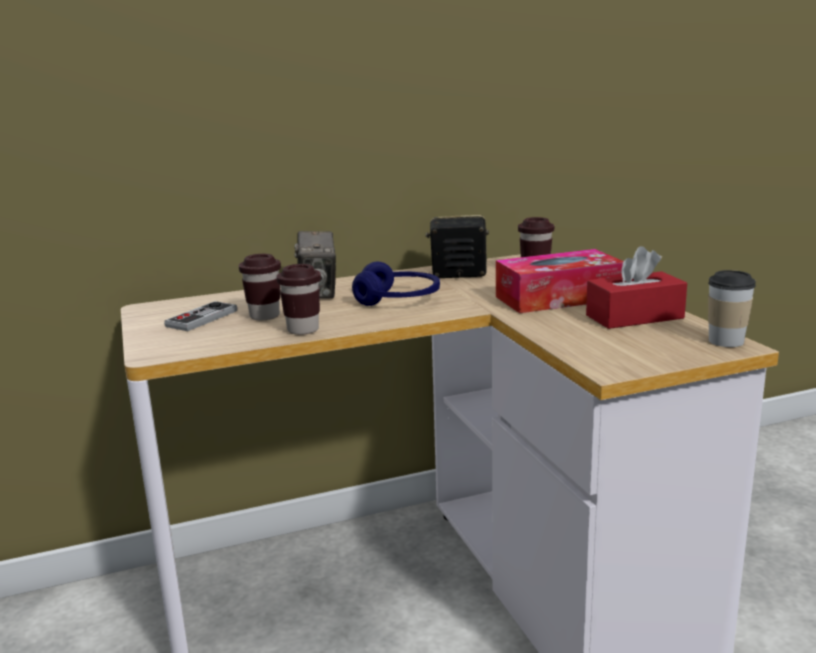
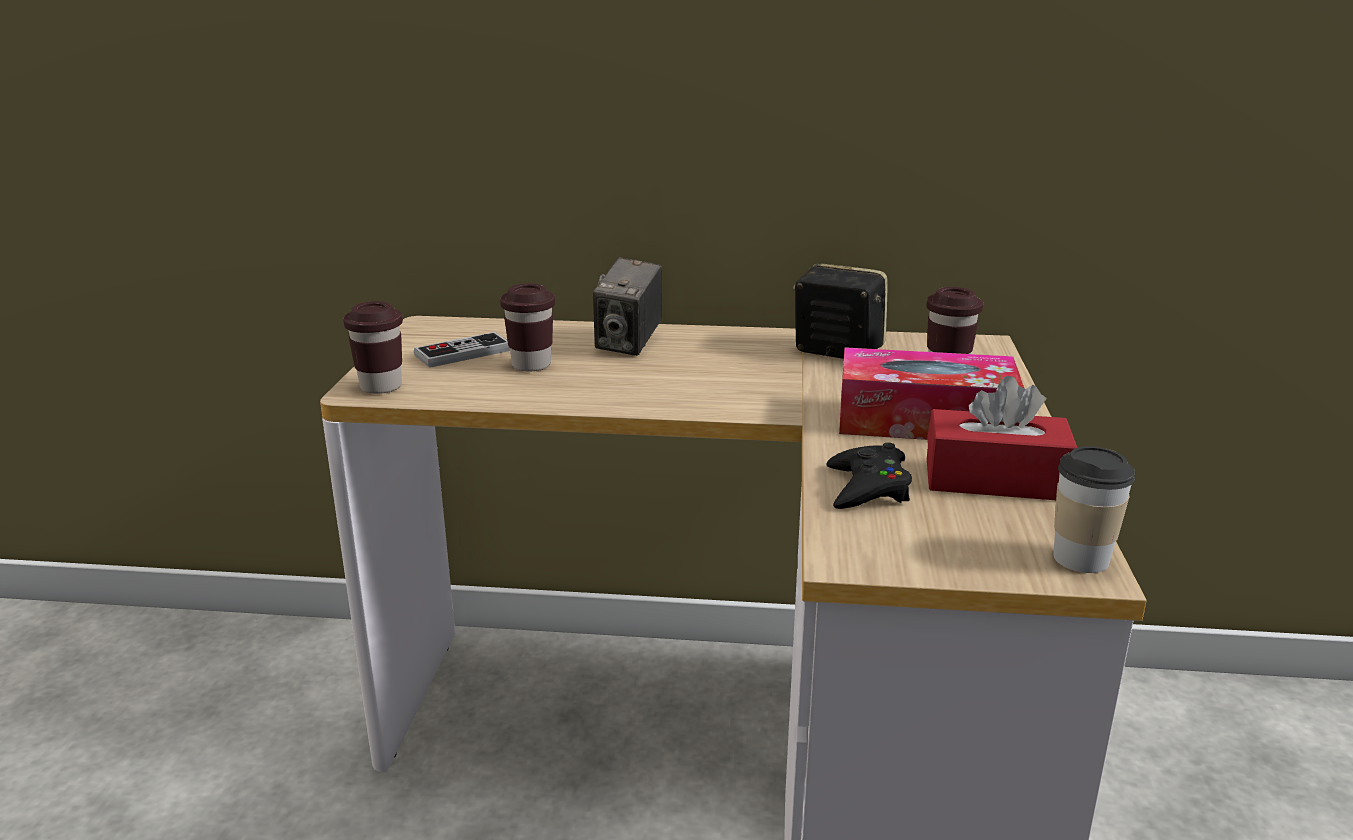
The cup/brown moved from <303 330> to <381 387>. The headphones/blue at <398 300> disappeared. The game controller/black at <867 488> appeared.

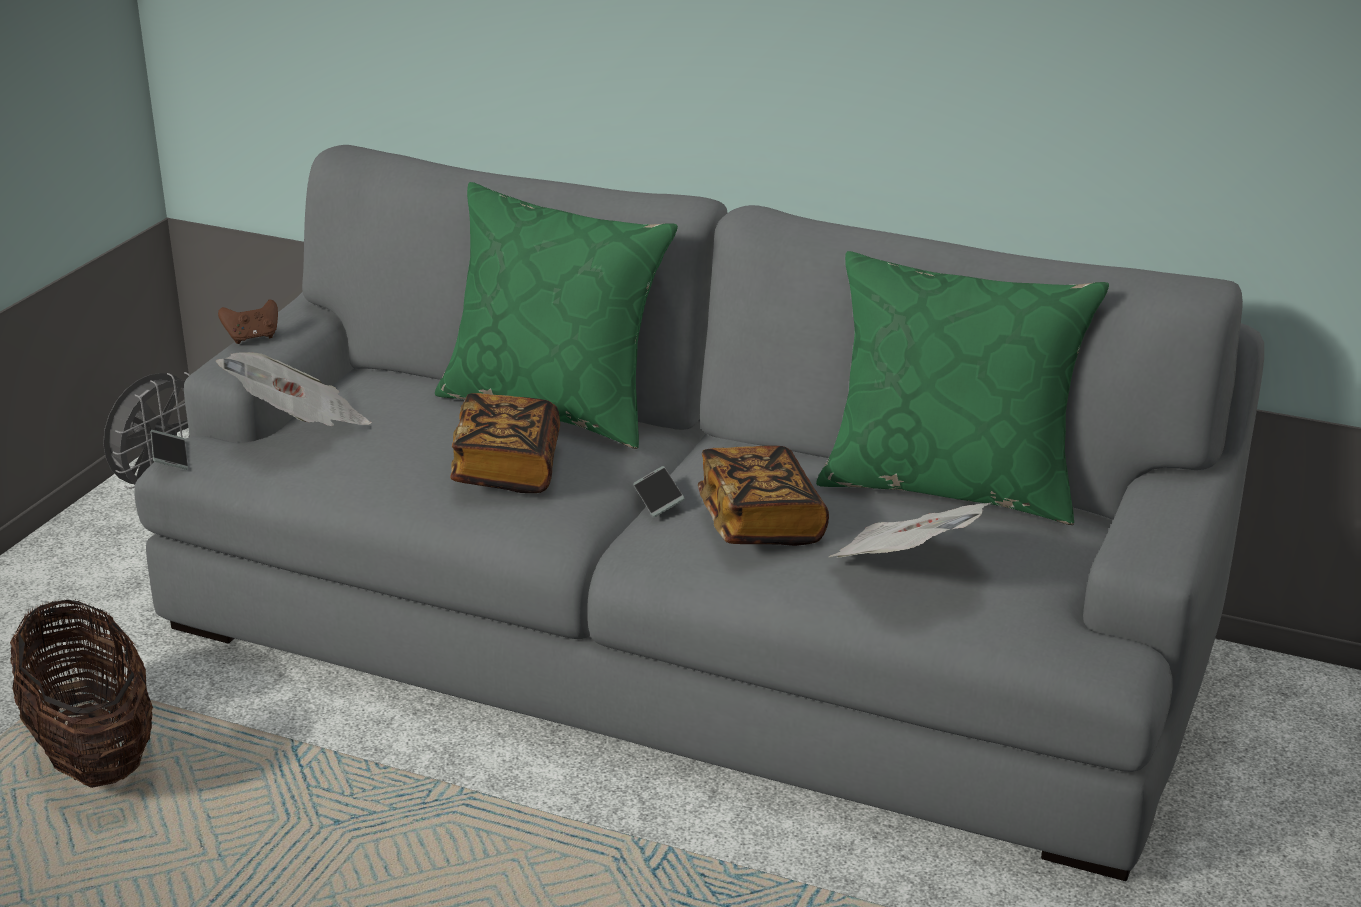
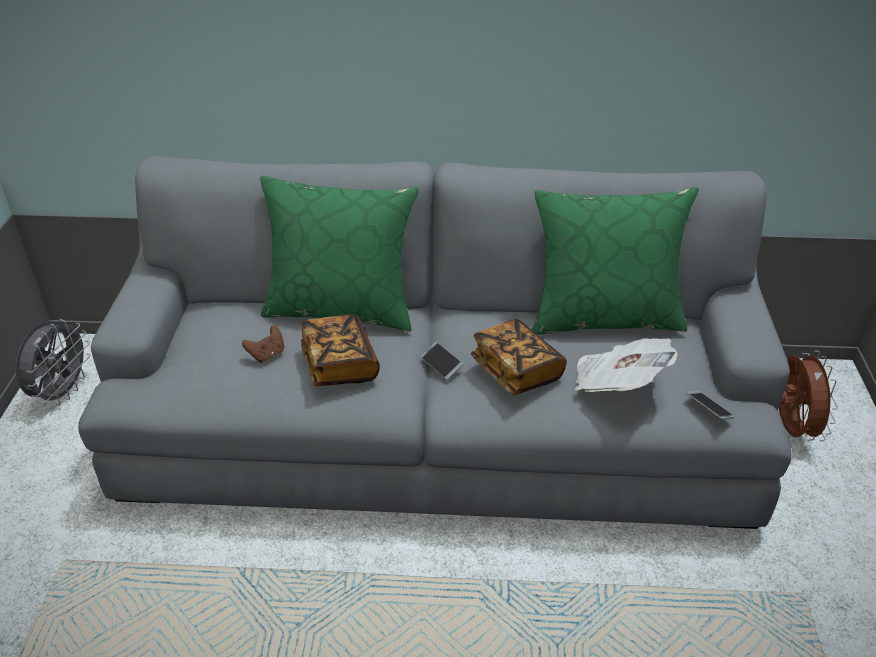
The basket at <92 752> disappeared. The phone moved from <170 456> to <709 409>. The newspaper at <299 424> disappeared. The game controller/brown moved from <252 338> to <267 354>. The fan/brown at <790 428> appeared.

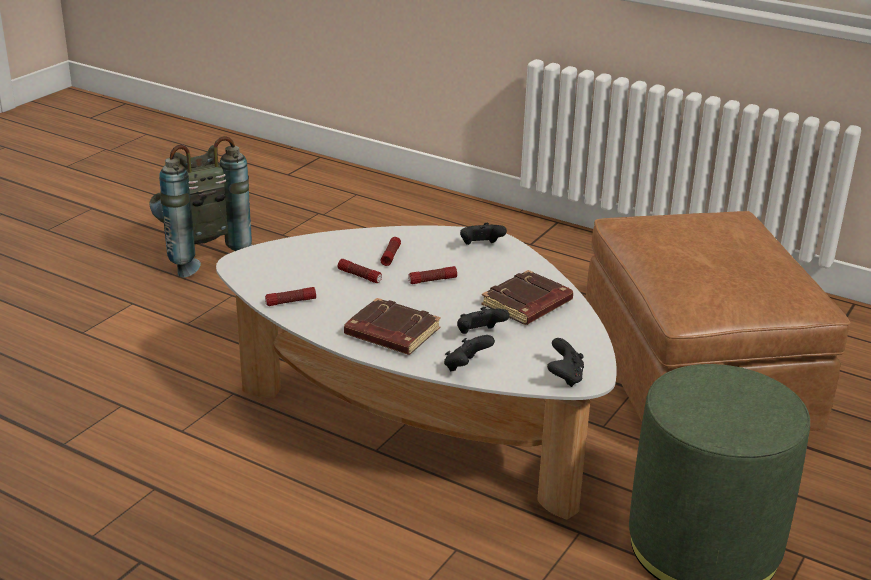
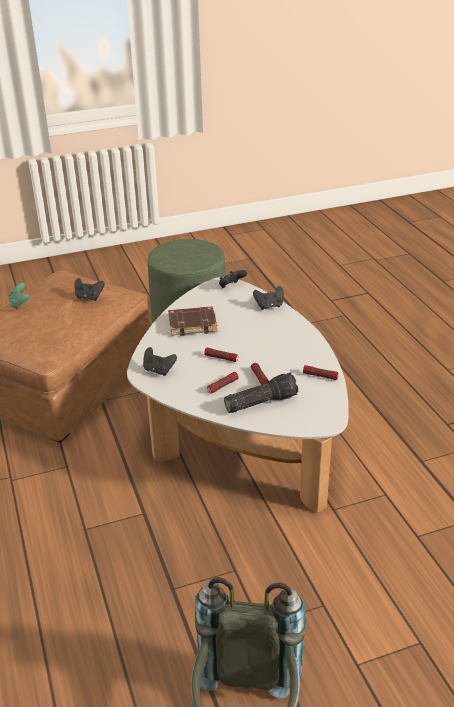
The book/brown at <390 333> disappeared. The game controller/black moved from <479 334> to <89 297>. The game controller/green at <19 304> appeared. The flashlight at <260 402> appeared.

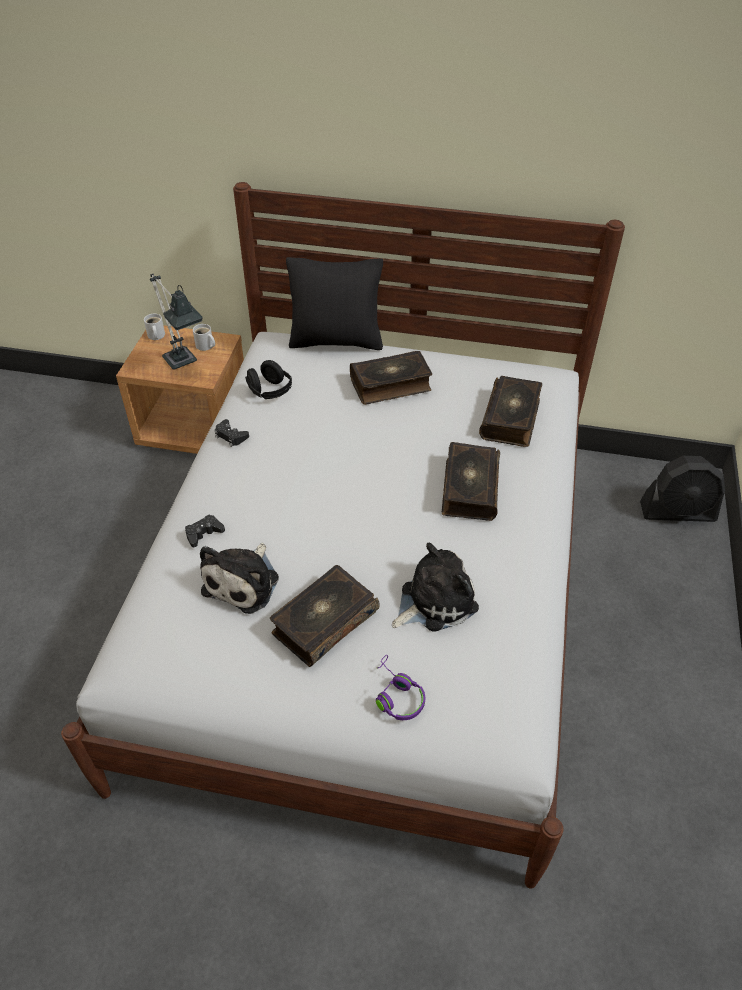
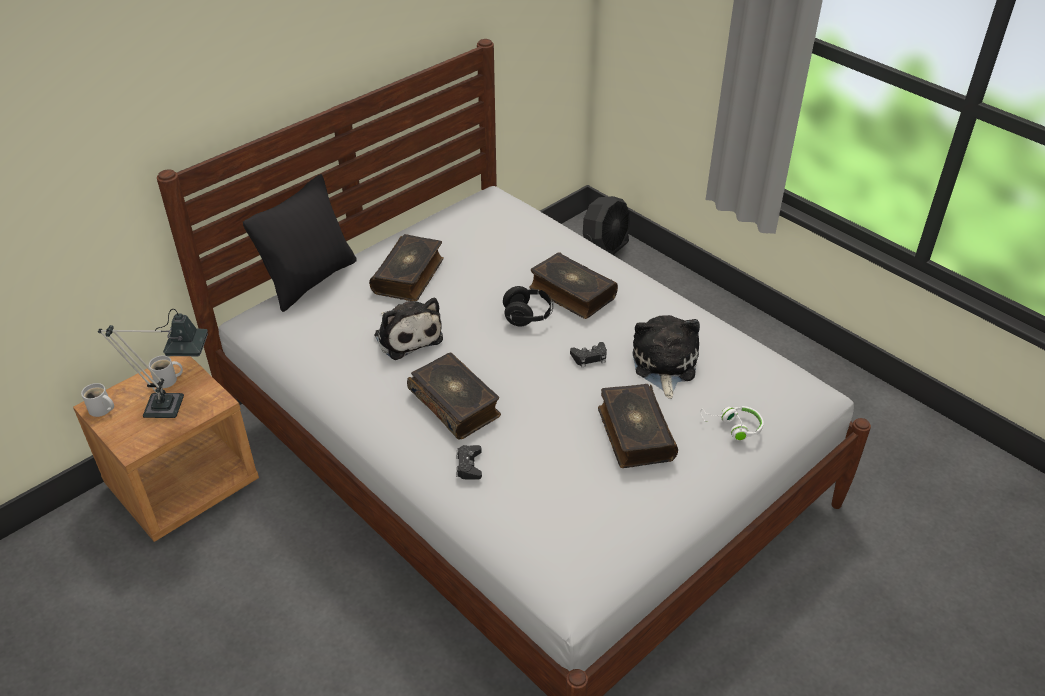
The plush toy moved from <244 582> to <407 335>. The game controller/black moved from <231 436> to <589 357>. The headphones/black moved from <270 392> to <528 316>. The headphones/purple at <396 695> became the headphones/white at <733 427>. The book moved from <511 419> to <455 404>.

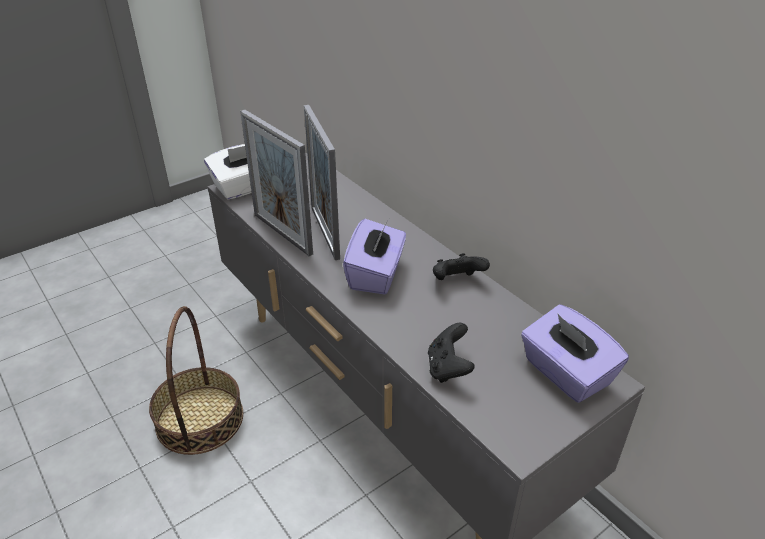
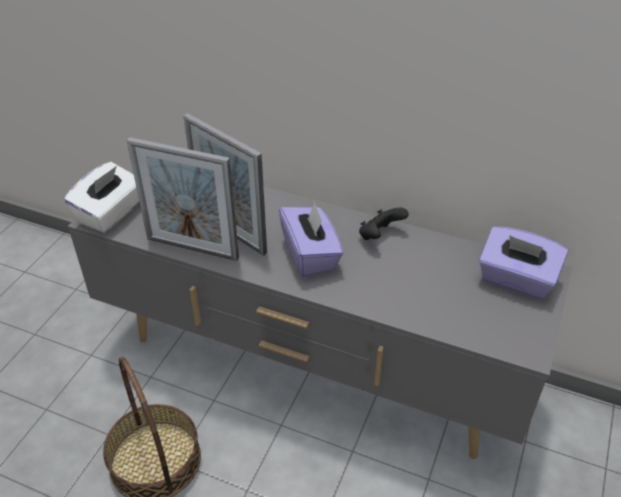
The game controller/black at <448 368> disappeared.

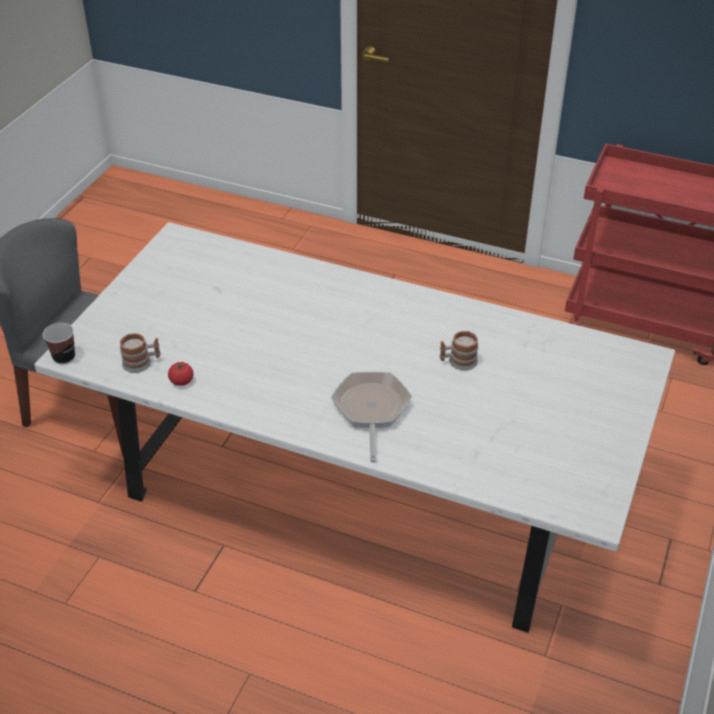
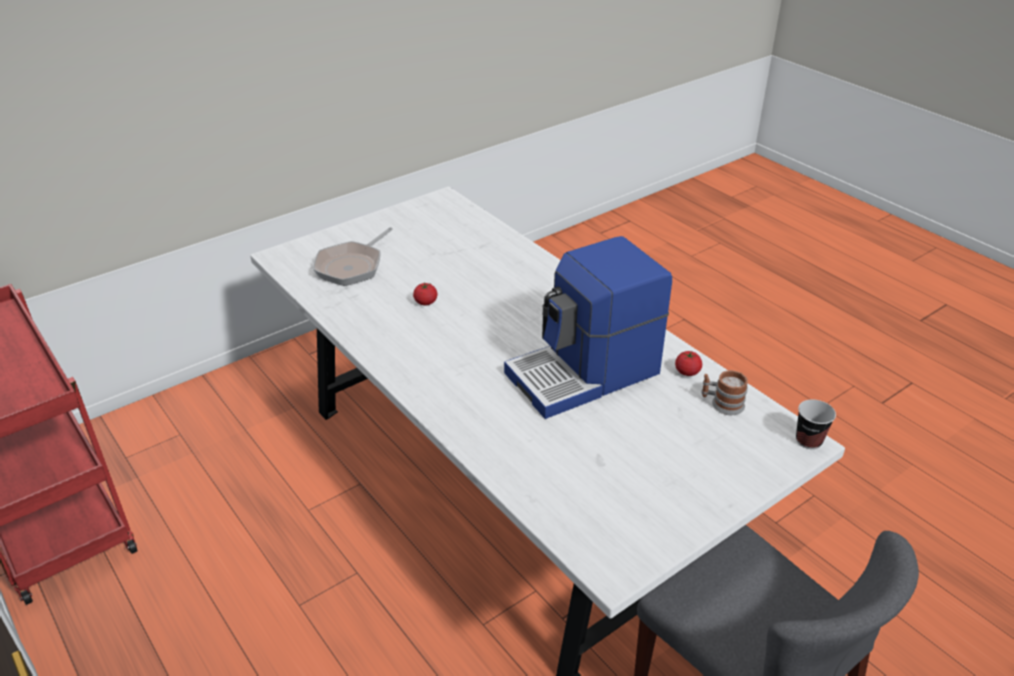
The frying pan moved from <371 410> to <352 266>. The mug at <458 362> was replaced by the tomato at <425 302>. The coffee machine at <585 374> appeared.

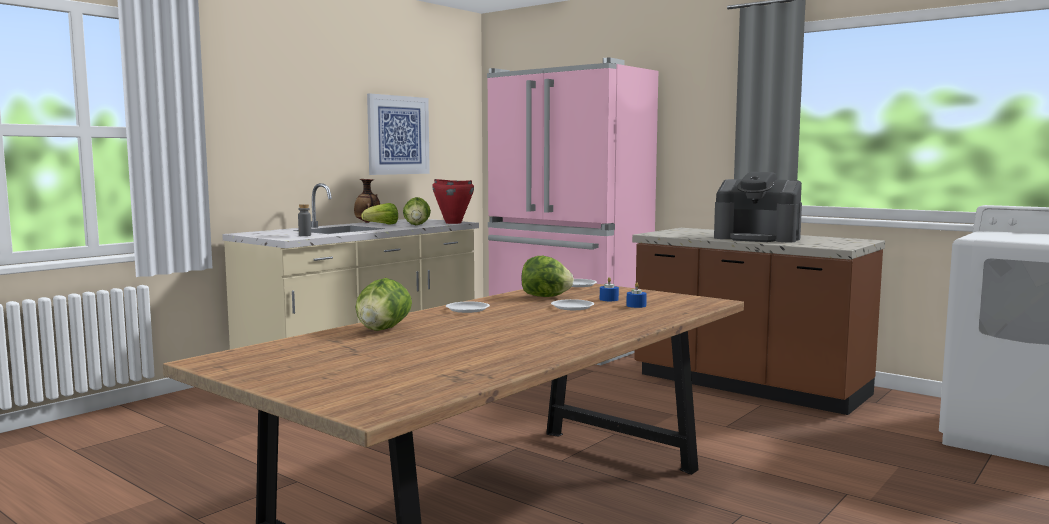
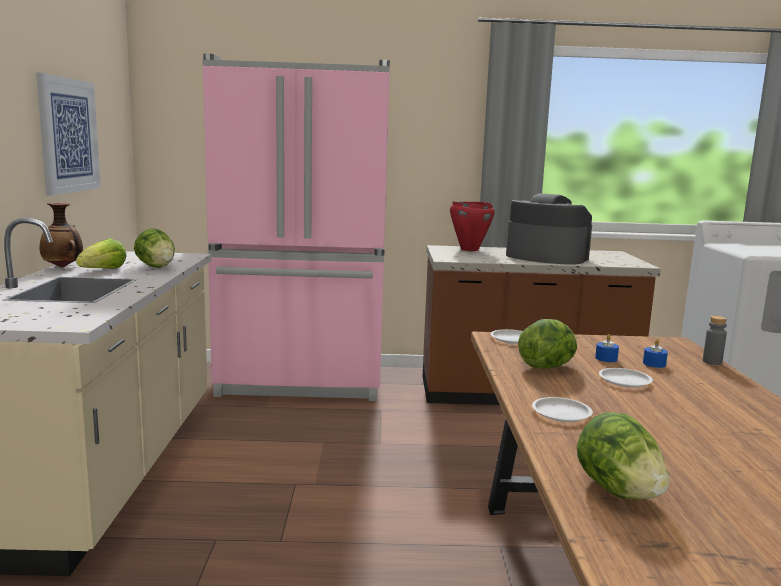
The bottle/grey moved from <305 235> to <712 362>. The cooking pot/red moved from <453 223> to <469 249>. The coffee machine at <757 238> turned 135 degrees counterclockwise.

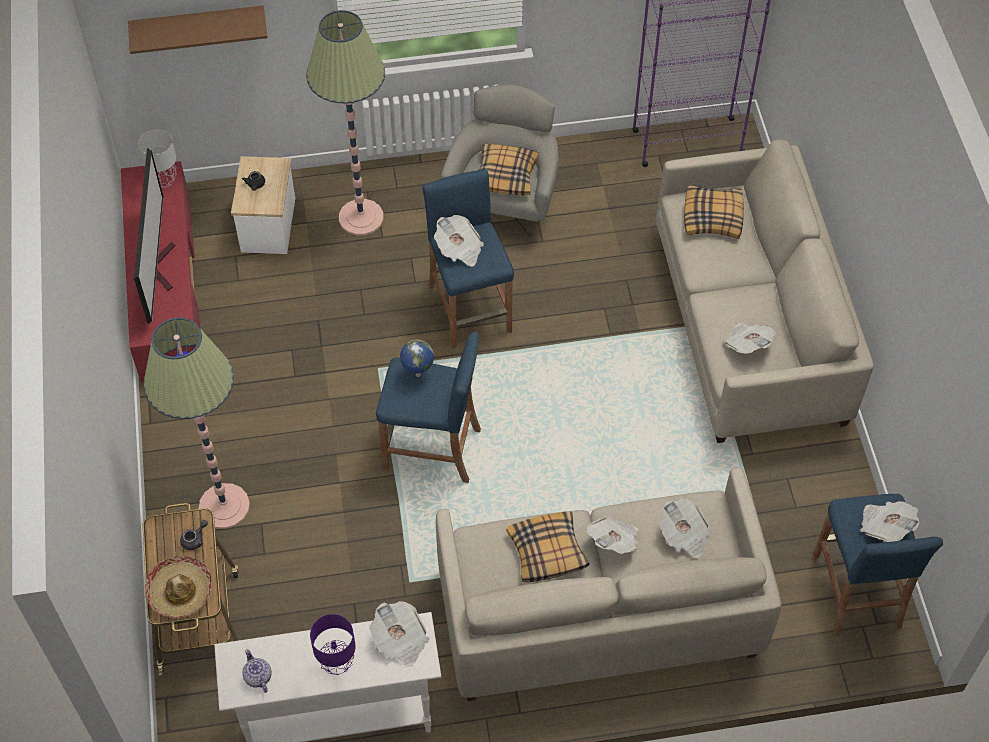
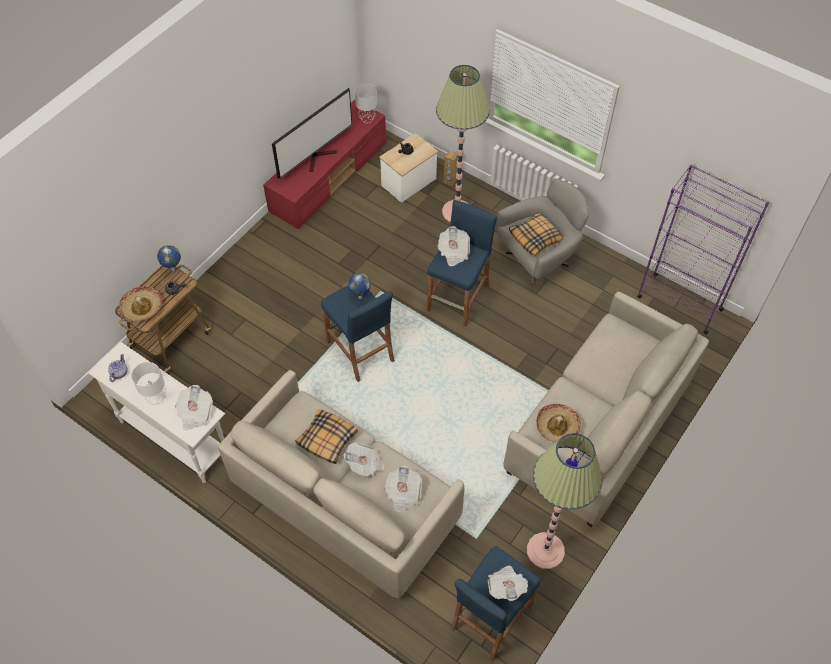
The shelf/brown at <198 26> disappeared. The floor lamp moved from <224 506> to <545 550>. The table lamp/purple at <336 664> became the table lamp/white at <156 398>. The pillow at <713 217> disappeared. The newspaper at <747 344> was replaced by the hat at <557 426>. The globe at <173 270> appeared. The speaker/brown at <450 181> appeared.

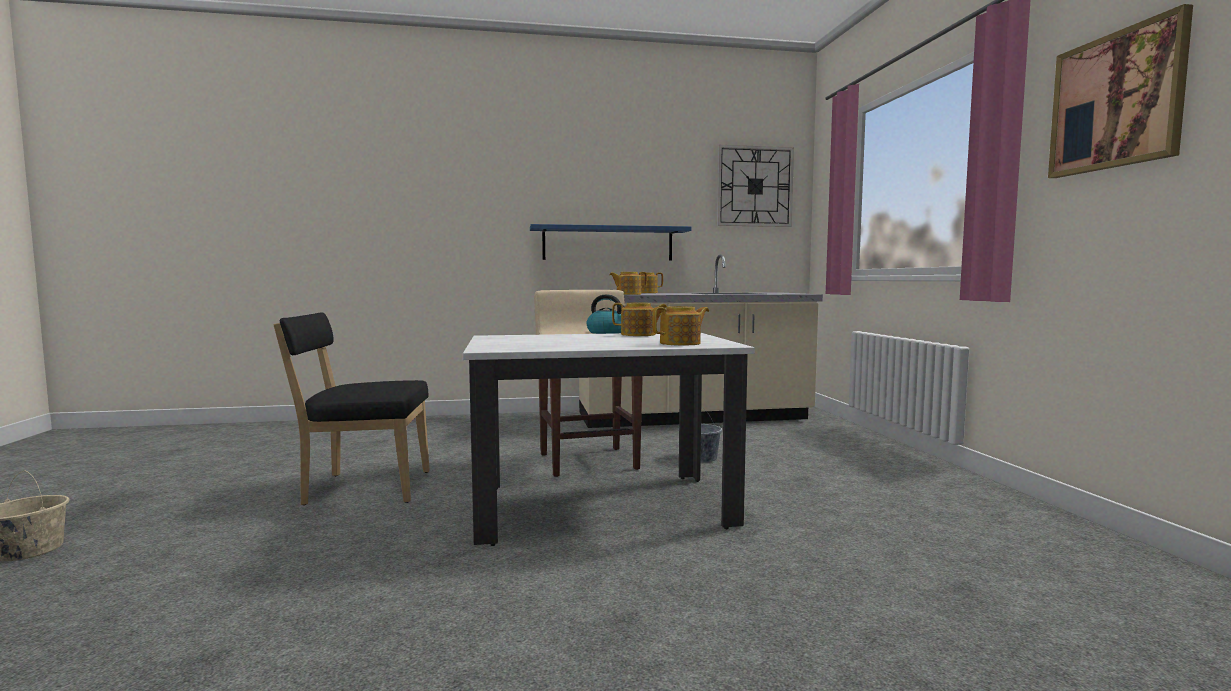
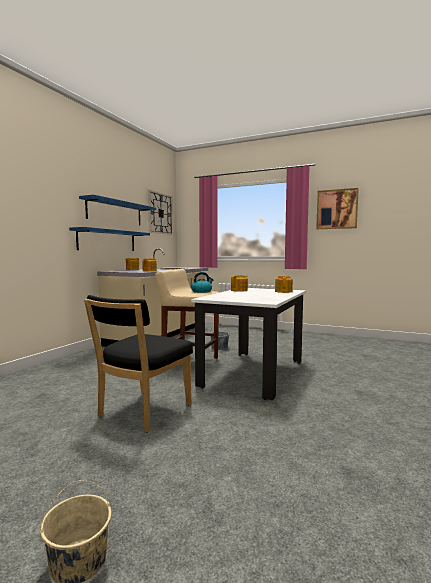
The shelf/blue at <115 212> appeared.

